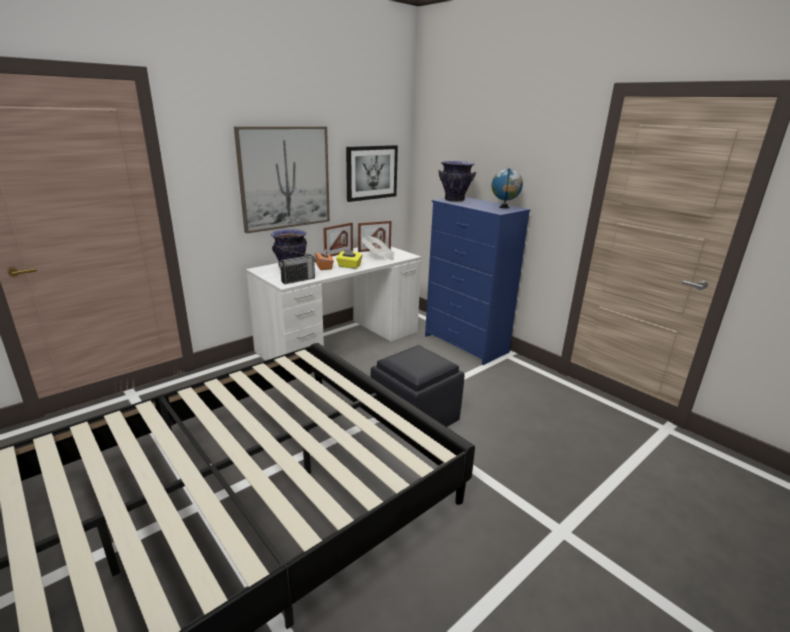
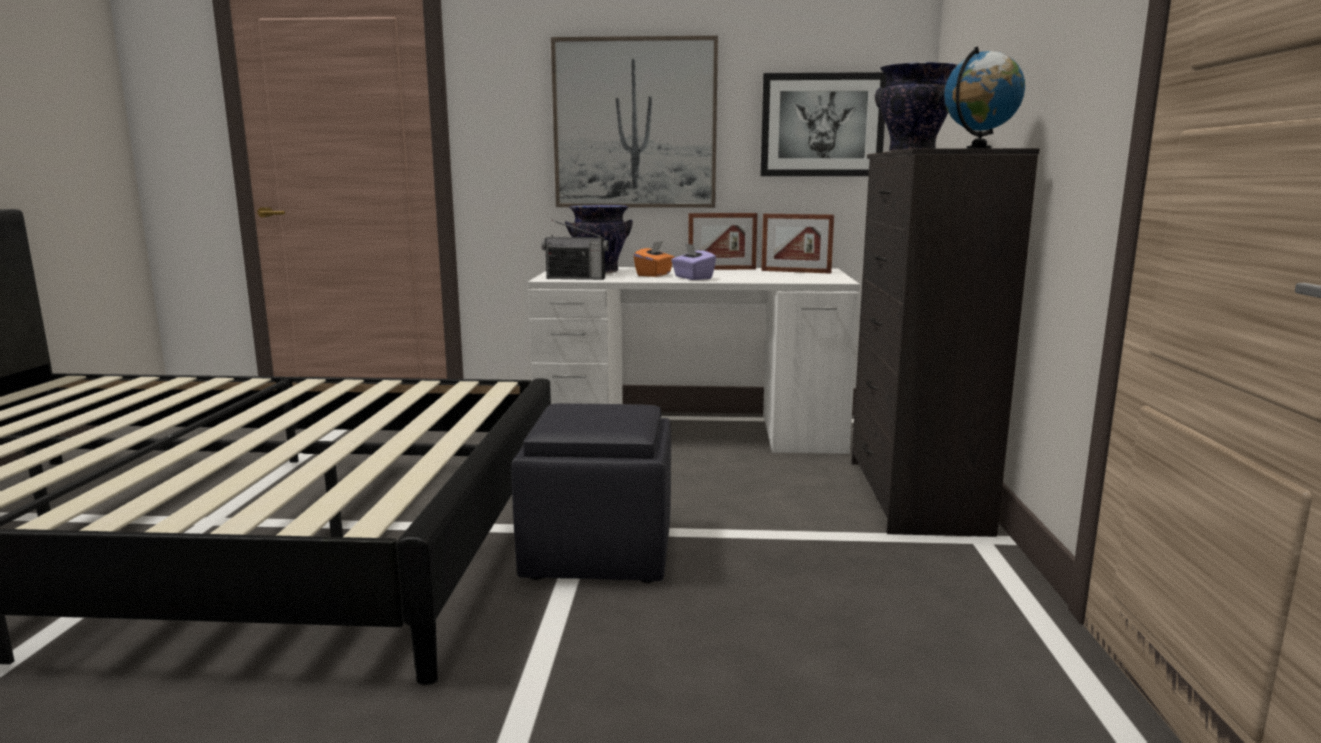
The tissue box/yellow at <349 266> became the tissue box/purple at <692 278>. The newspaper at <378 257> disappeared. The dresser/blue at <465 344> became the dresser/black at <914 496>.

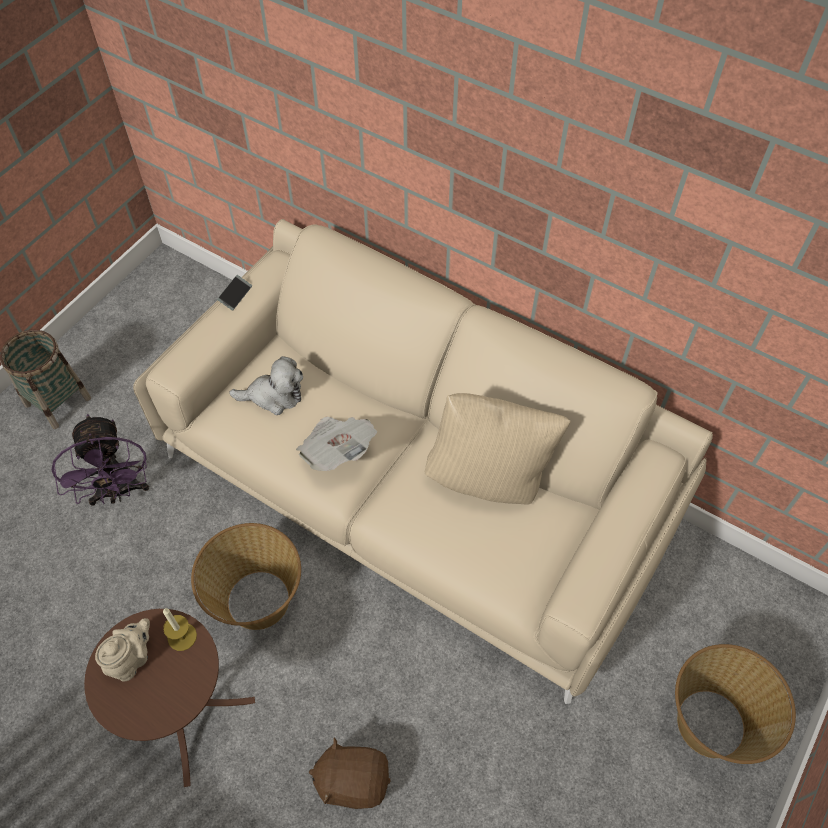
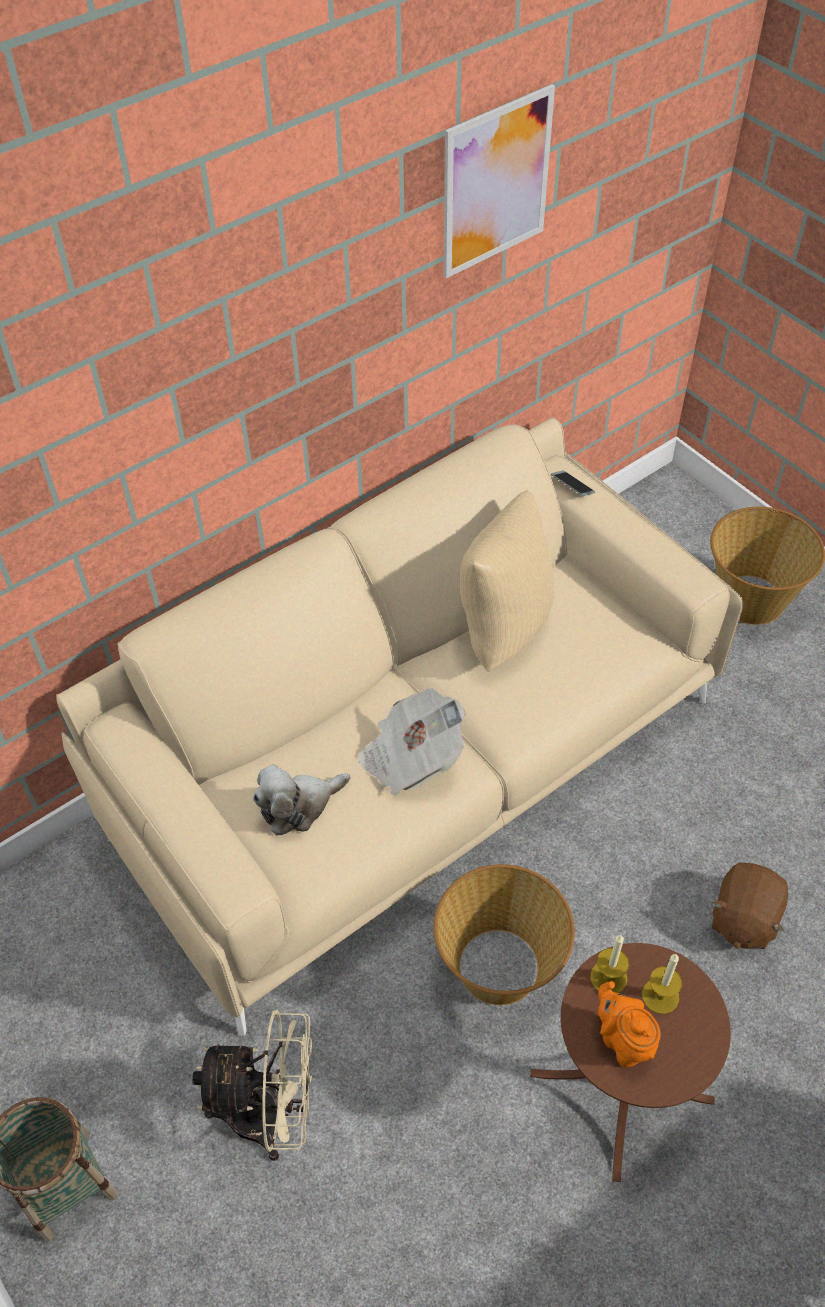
The fan/purple at <119 492> became the fan/beige at <271 1115>. The teapot/beige at <132 659> became the teapot/orange at <623 1040>. The phone moved from <235 295> to <572 486>. The plush toy at <274 395> turned 135 degrees counterclockwise. The picture at <496 183> appeared. The candle at <660 996> appeared.

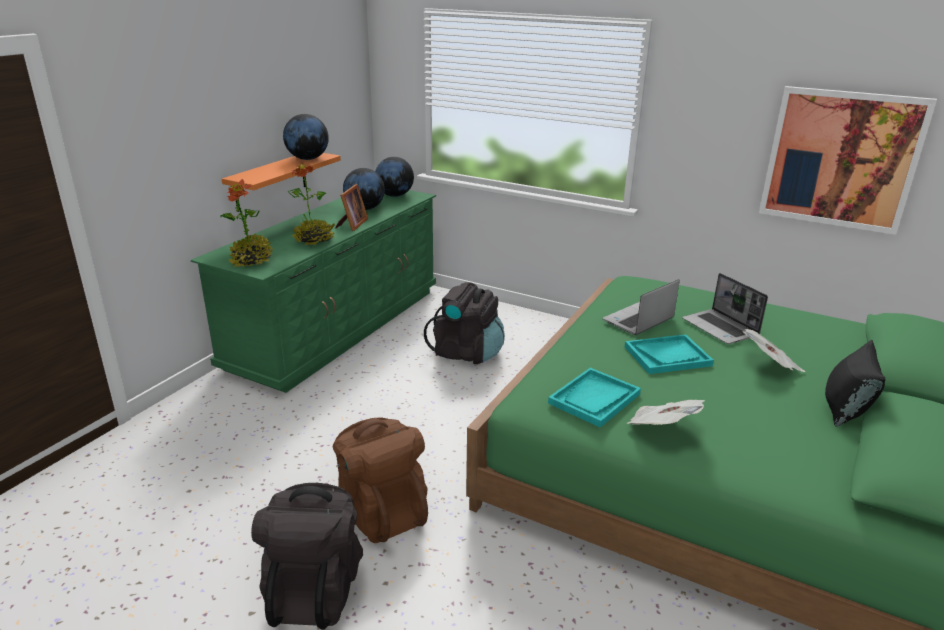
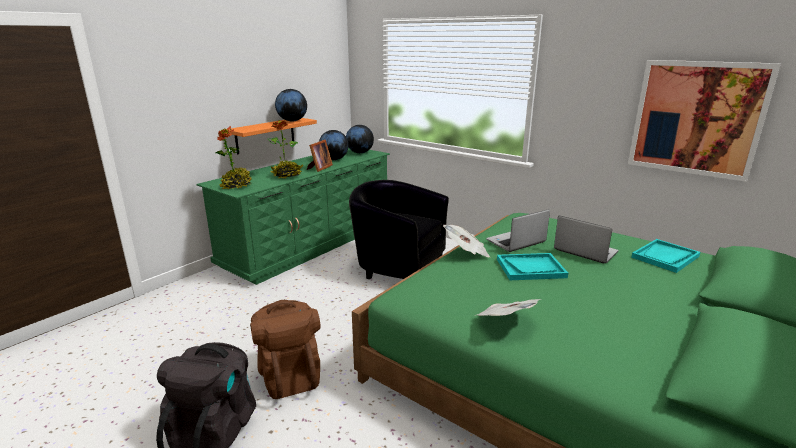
The backpack/black at <467 353> was replaced by the armchair/black at <397 267>. The tray/turquoise moved from <594 399> to <665 257>. The laptop at <721 328> turned 150 degrees clockwise. The newspaper moved from <770 365> to <466 252>. The pillow/black at <845 410> disappeared.

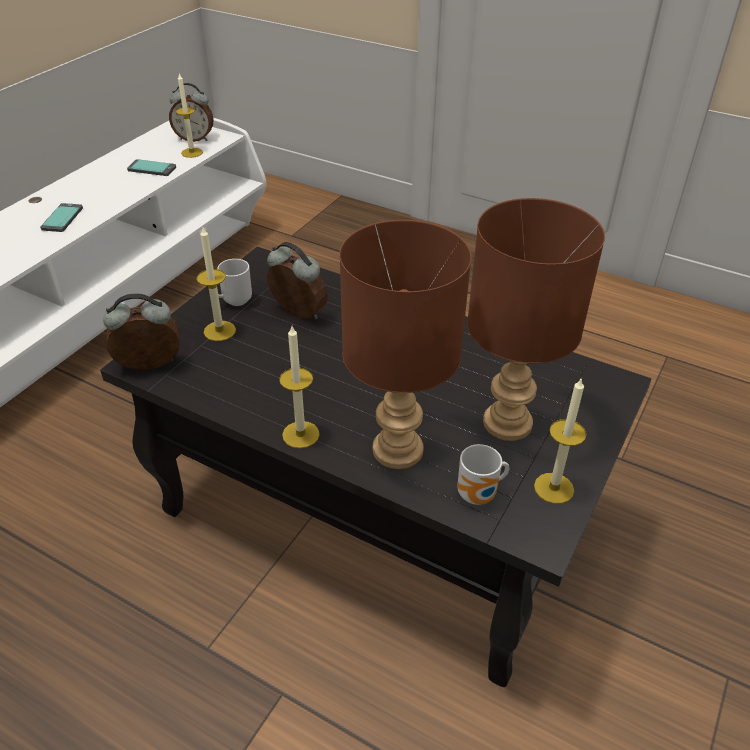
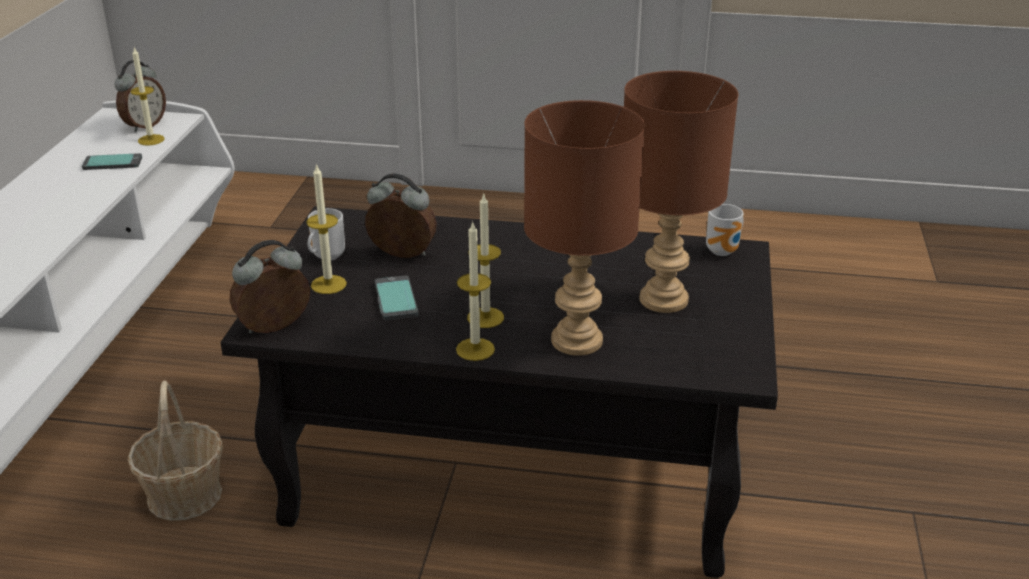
The phone moved from <62 218> to <395 299>. The alarm clock at <194 138> turned 45 degrees counterclockwise. The mug moved from <479 496> to <724 251>. The candle moved from <554 488> to <485 317>. The basket at <185 494> appeared.

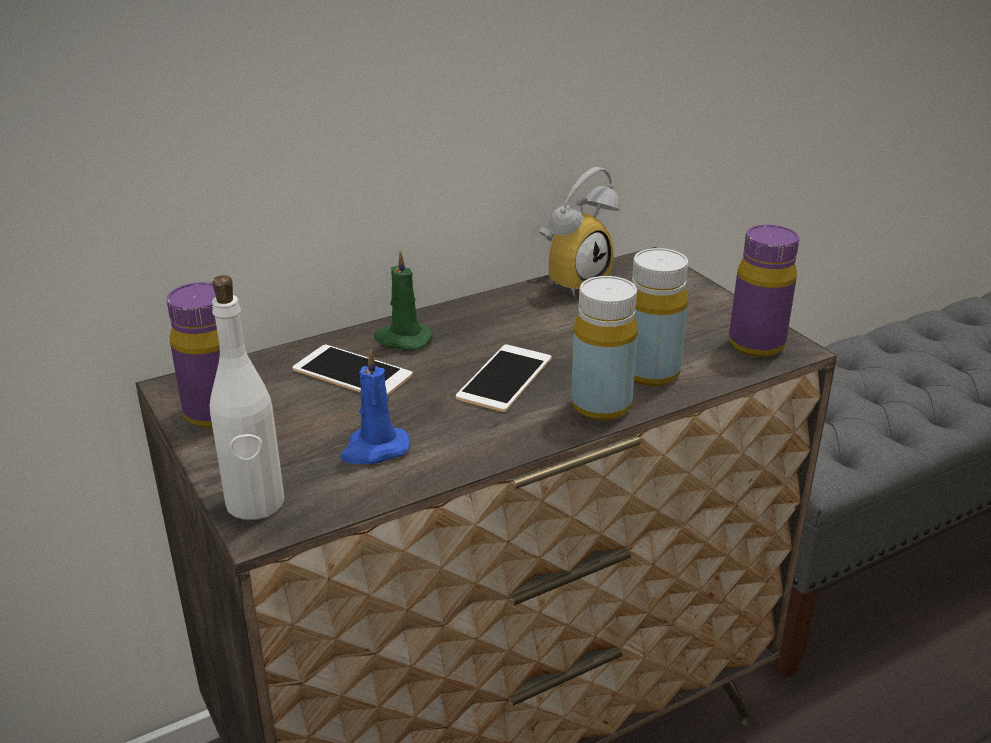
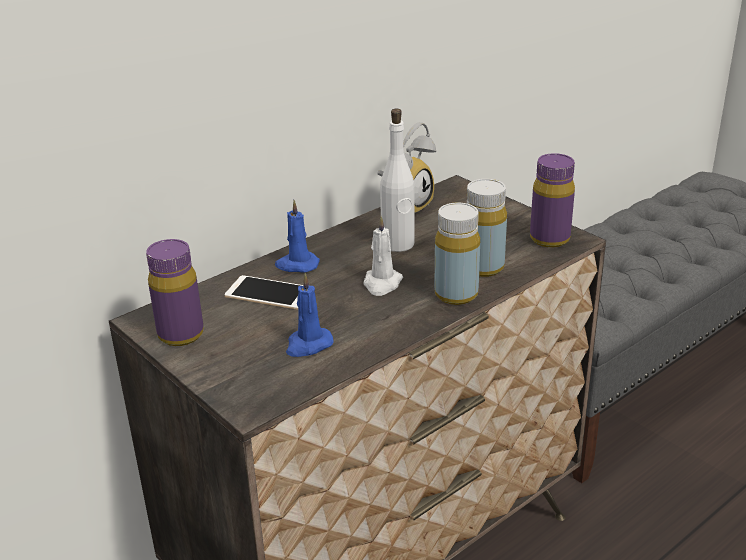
The bottle/white moved from <255 503> to <398 244>. The candle/green at <402 339> became the candle/blue at <297 265>. The phone at <505 378> was replaced by the candle/white at <382 284>.

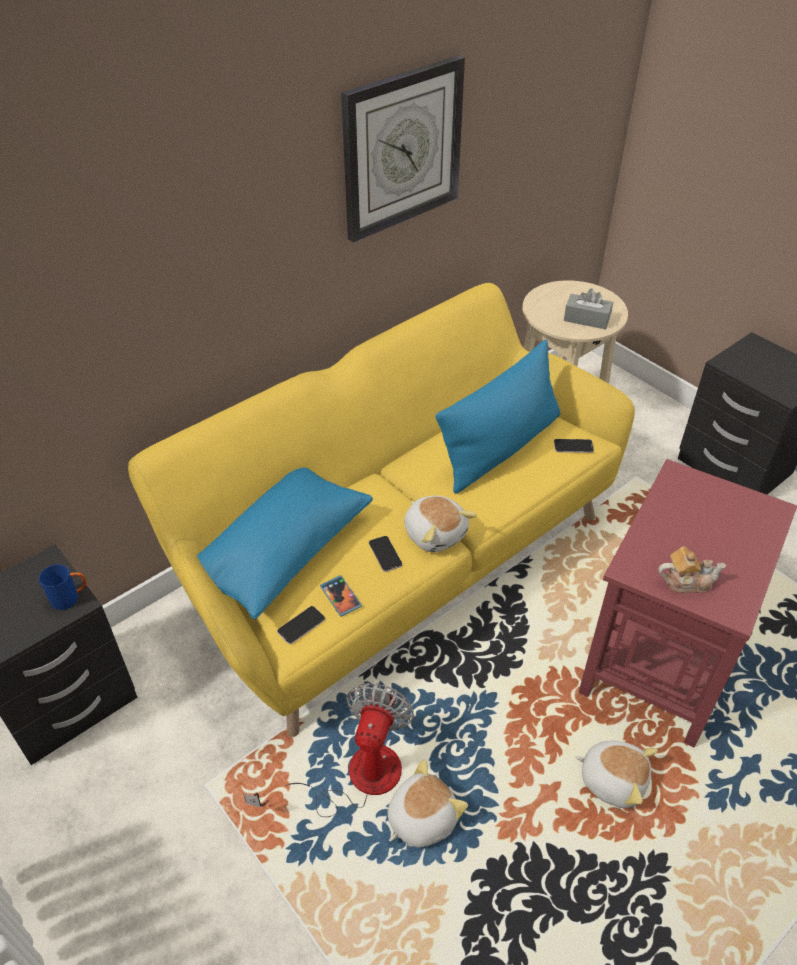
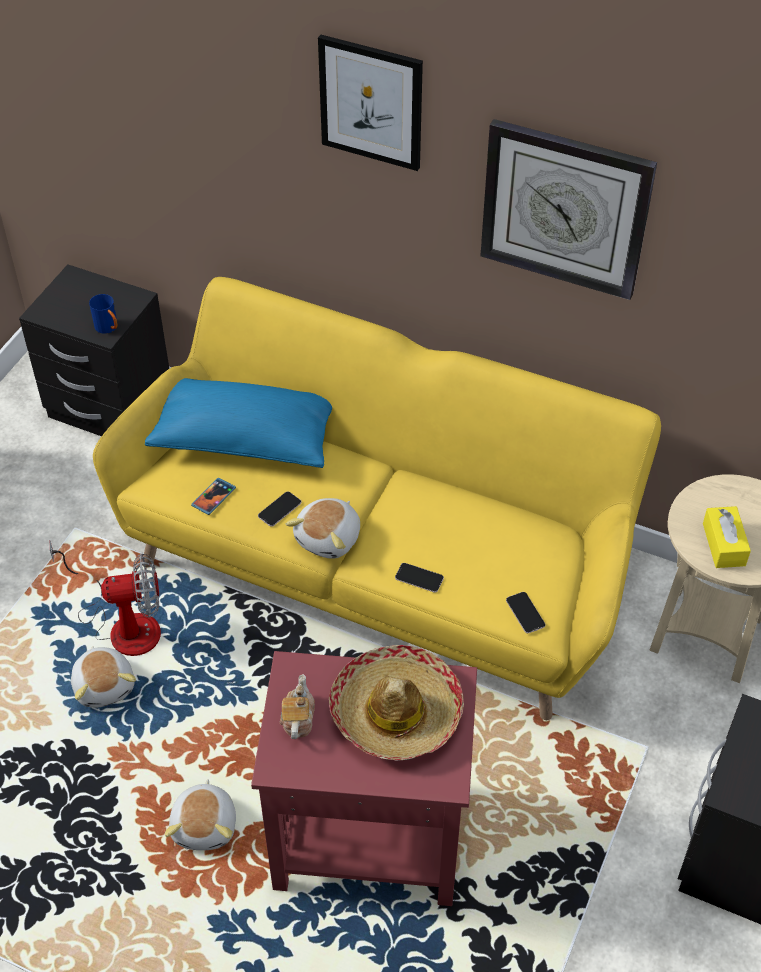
The phone moved from <301 625> to <419 578>. The plush toy at <420 818> turned 45 degrees clockwise. The pillow/blue at <500 447> disappeared. The tissue box/grey at <586 319> became the tissue box/yellow at <723 544>. The teapot at <686 581> turned 150 degrees counterclockwise. The picture at <371 102> appeared. The hat at <396 712> appeared.

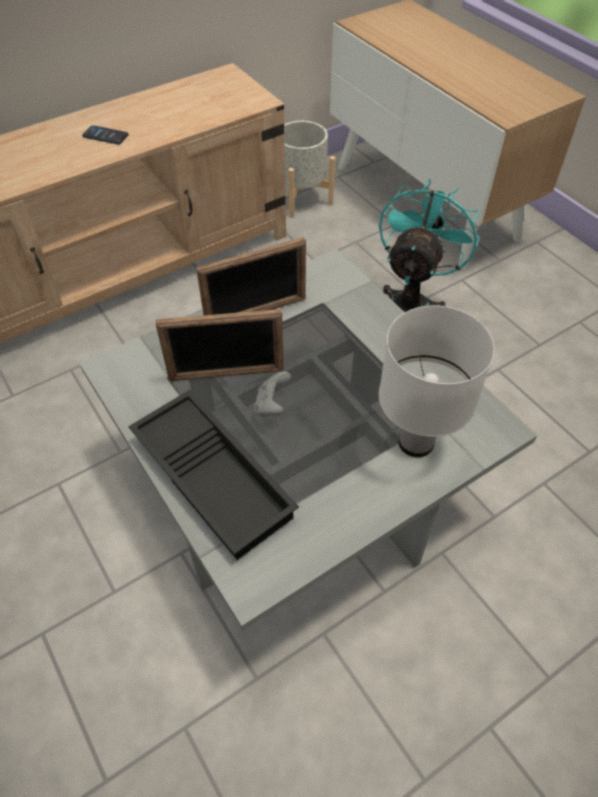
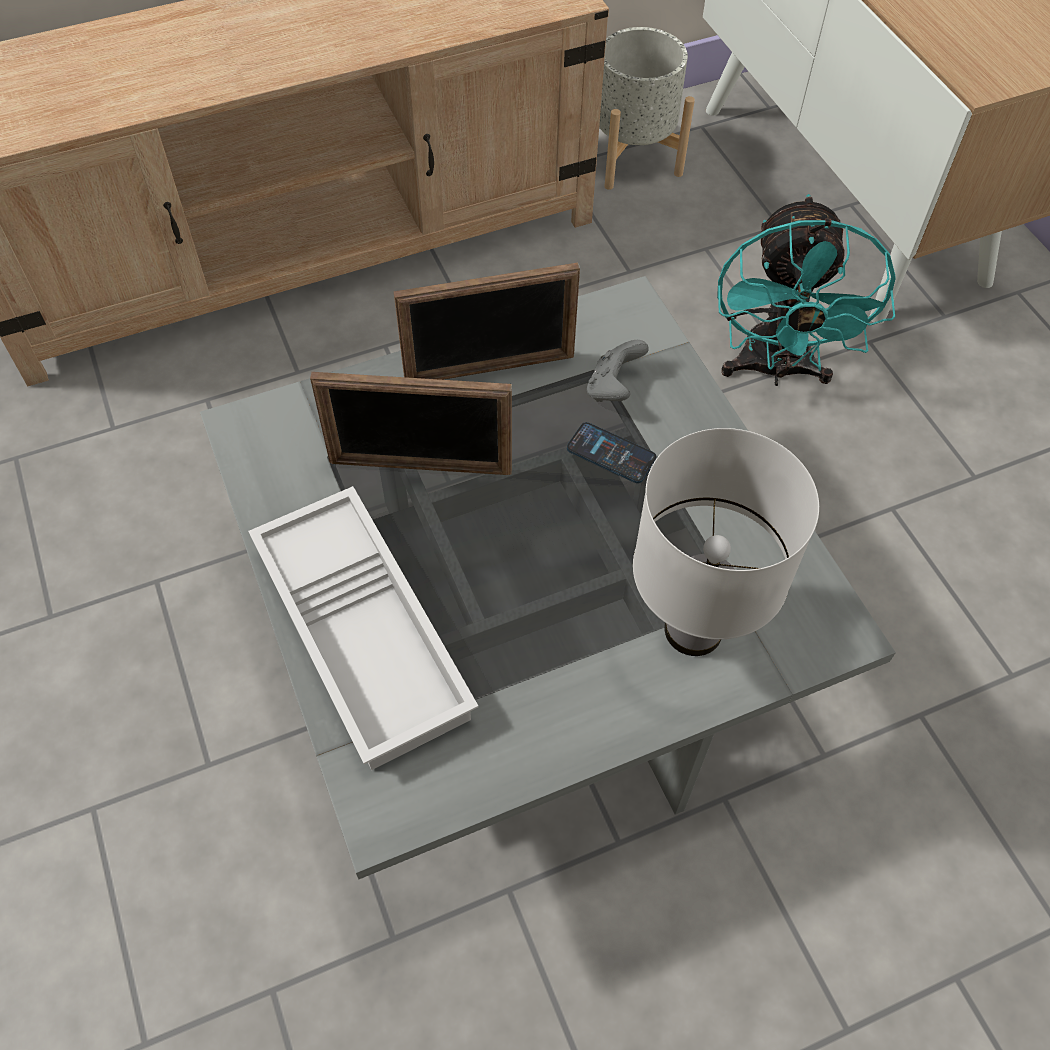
The phone moved from <105 136> to <611 453>. The tray/black at <216 477> became the tray/white at <367 633>. The game controller/grey moved from <272 406> to <613 388>. The fan/turquoise at <412 303> turned 150 degrees clockwise.

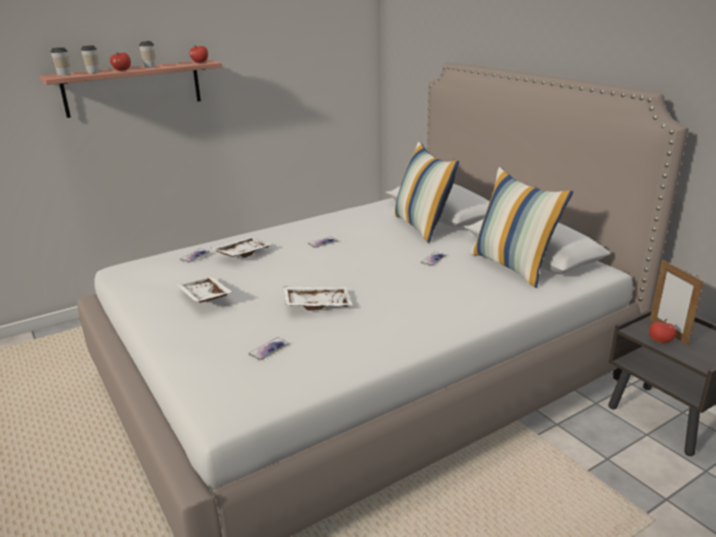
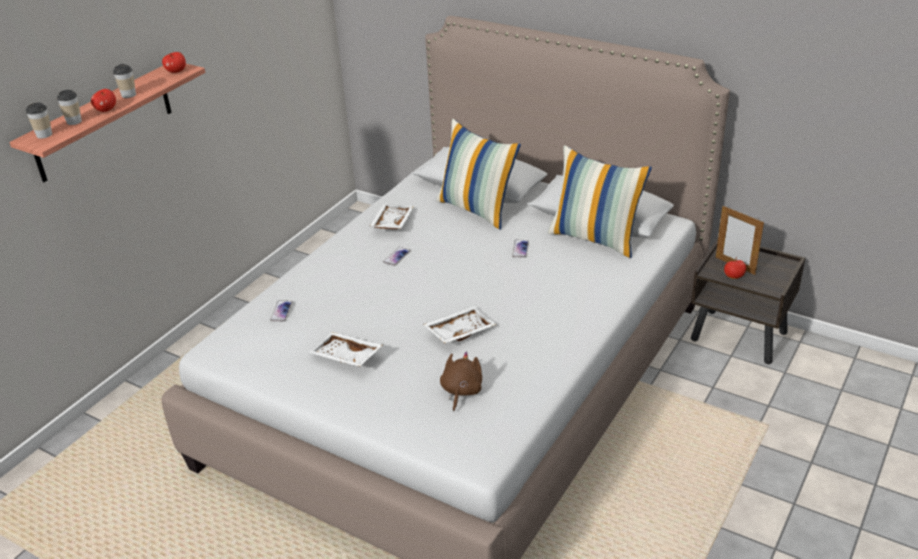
The tray/white moved from <242 253> to <391 223>. The phone at <268 349> was replaced by the plush toy/brown at <461 391>.

